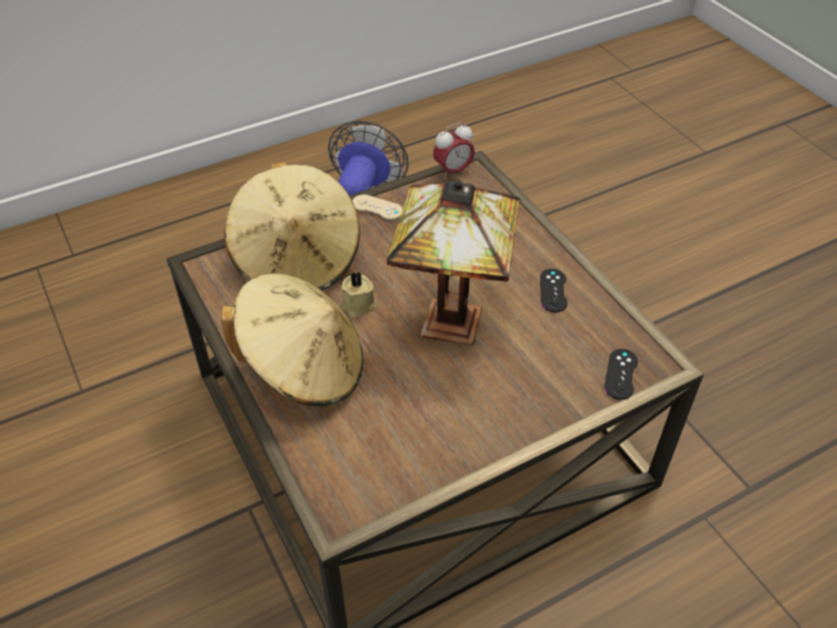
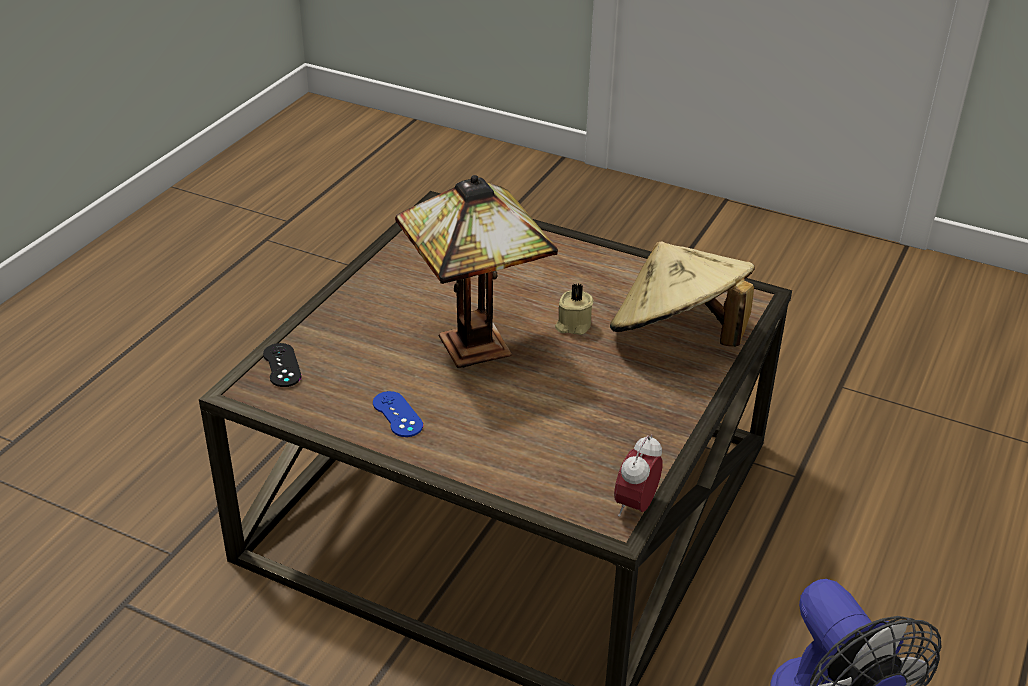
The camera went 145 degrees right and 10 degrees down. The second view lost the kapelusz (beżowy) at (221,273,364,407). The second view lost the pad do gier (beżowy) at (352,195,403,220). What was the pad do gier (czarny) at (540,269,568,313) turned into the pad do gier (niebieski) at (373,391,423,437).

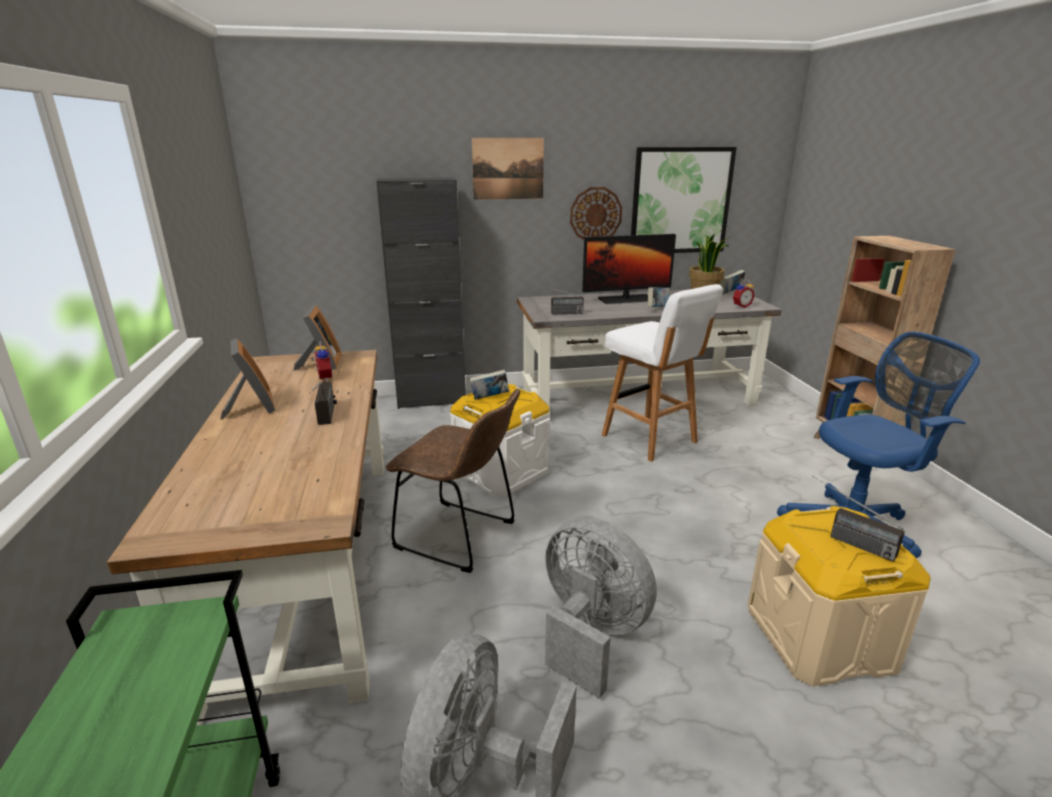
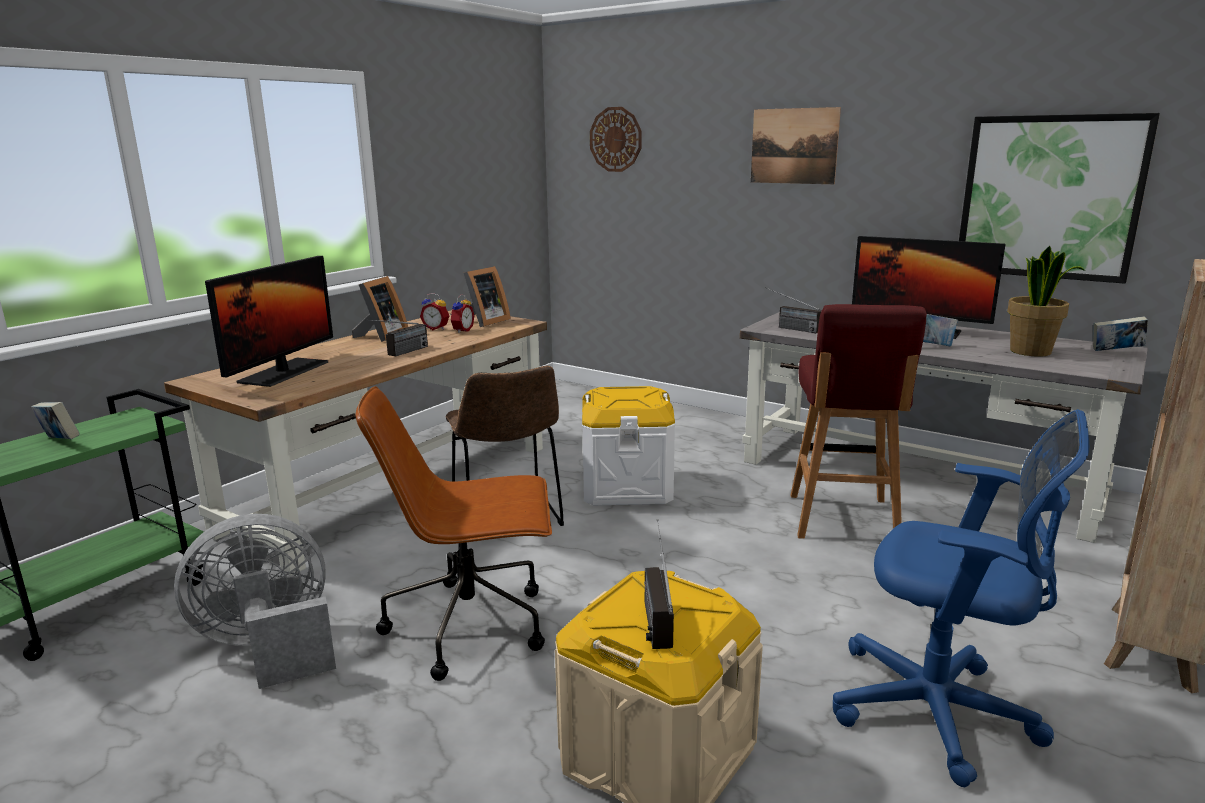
The camera went 45 degrees right and 5 degrees down. The second view lost the szafka (czarny) at (376,178,466,409). The second view gained the monitor at (205,256,333,387). The książka ended up elsewhere, having gone from (469,370,509,400) to (31,402,80,439). The zegar ścienny ended up elsewhere, having gone from (570,187,622,240) to (590,107,641,172). The budzik ended up elsewhere, having gone from (733,279,754,308) to (420,293,449,330). Where the wentylator (szary) stood at (545,518,657,699), the krzesło biurowe (brązowy) came to stand at (356,386,552,681). What was the stołek (biały) at (602,284,723,462) turned into the stołek (czerwony) at (791,304,927,539).

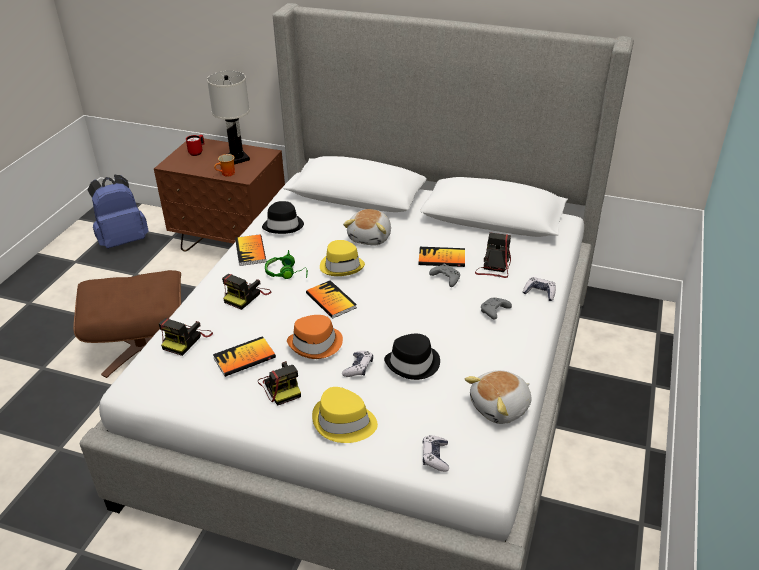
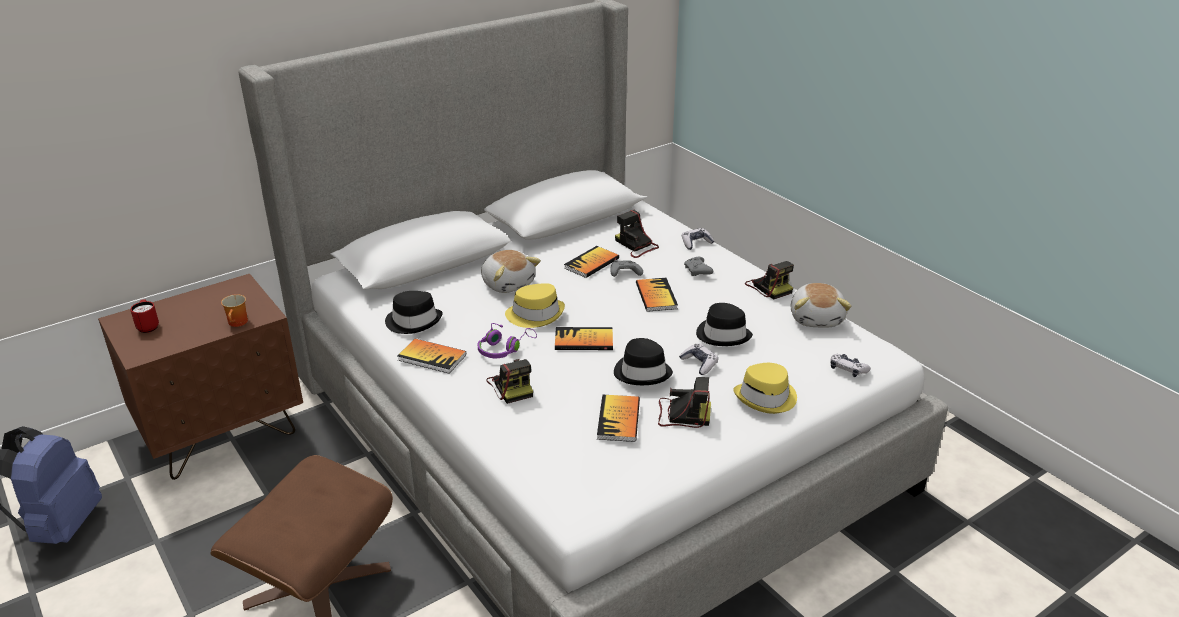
The camera went 55 degrees left and 5 degrees down. The second view lost the lampa stołowa (biały) at (207,71,250,164). The second view gained the książka at (636,278,678,312). The aparat fotograficzny ended up elsewhere, having gone from (159,318,213,356) to (745,261,794,299). What was the słuchawki (zielony) at (265,250,308,279) turned into the słuchawki (fioletowy) at (478,323,537,358). What was the kapelusz (pomarańczowy) at (287,315,343,359) turned into the kapelusz (czarny) at (614,338,673,385).

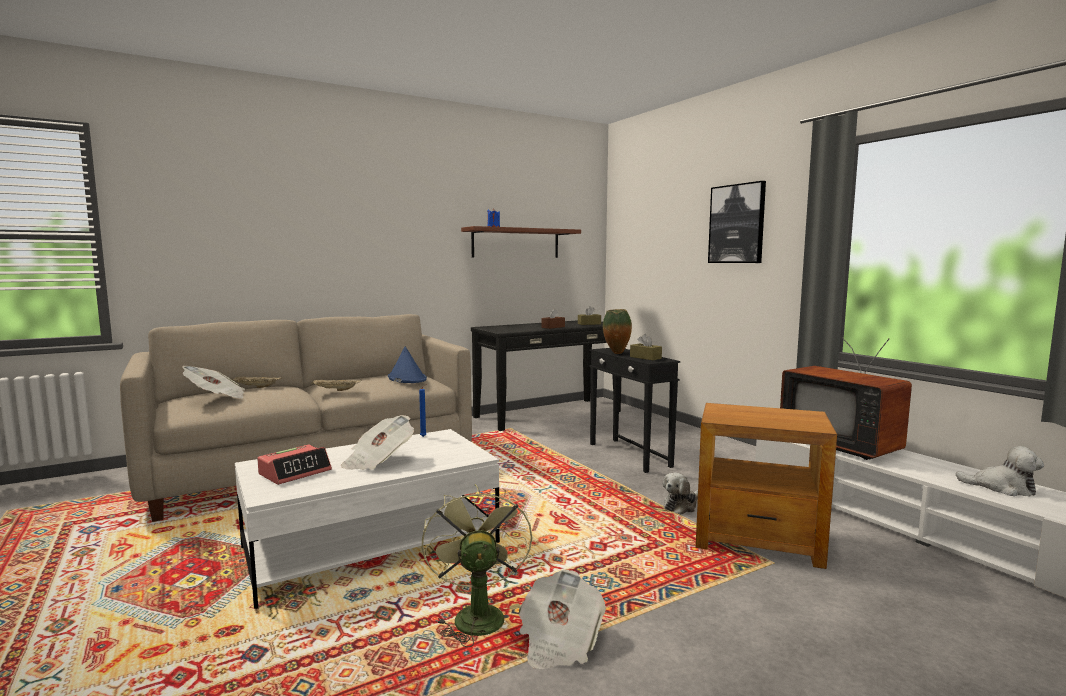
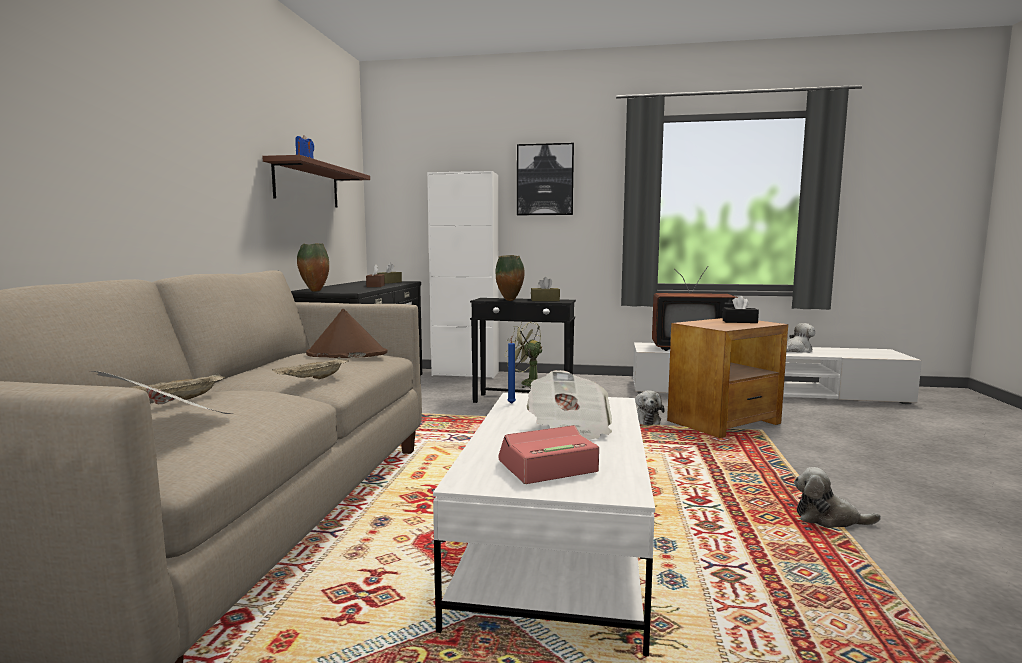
The camera went 50 degrees left and 0 degrees up. The second view gained the wazon at (297,243,329,292). The second view gained the szafka (biały) at (427,171,499,378). The second view gained the pudełko chusteczek (czarny) at (723,296,759,323). The wentylator (zielony) ended up elsewhere, having gone from (422,484,532,647) to (504,322,542,388). Where the gazeta stood at (519,570,606,669), the pluszak came to stand at (794,467,881,528). What was the kapelusz (niebieski) at (388,347,427,383) turned into the kapelusz (brązowy) at (306,309,387,358). The budzik at (257,445,332,485) ended up facing another way, 105 degrees counterclockwise from before.

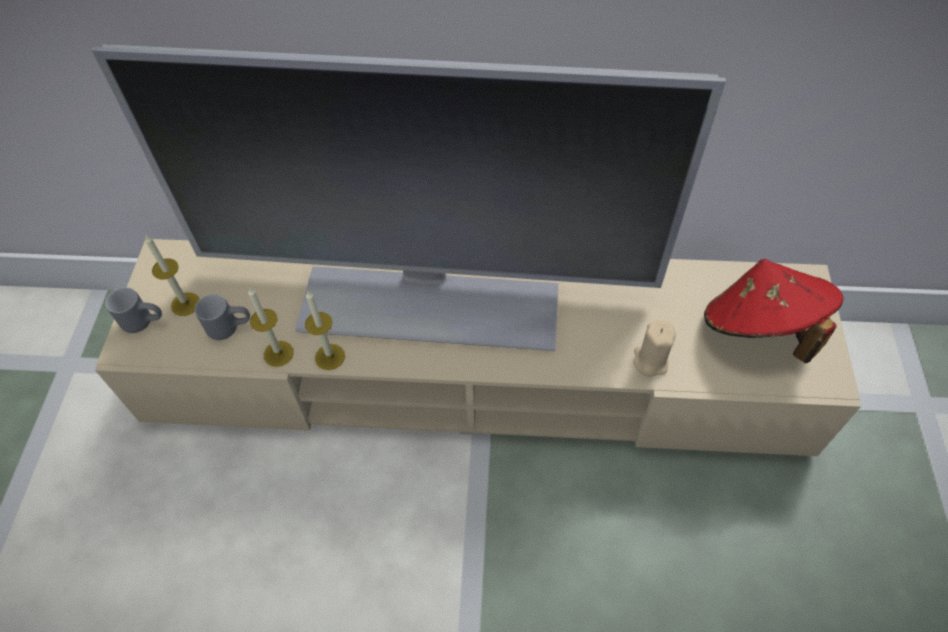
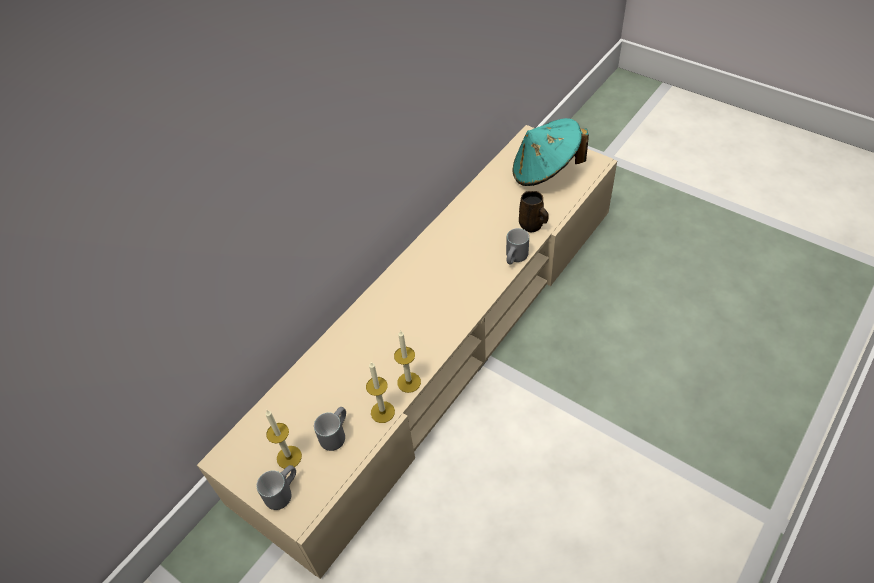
The camera went 55 degrees left and 5 degrees down. The second view lost the telewizor at (92,44,726,351). The second view gained the kubek (szary) at (506,228,529,265). Where the świeca (beżowy) stood at (634,320,675,377), the kubek (brązowy) came to stand at (519,191,549,232). What was the kapelusz (czerwony) at (704,259,843,363) turned into the kapelusz (turkusowy) at (512,118,589,186).

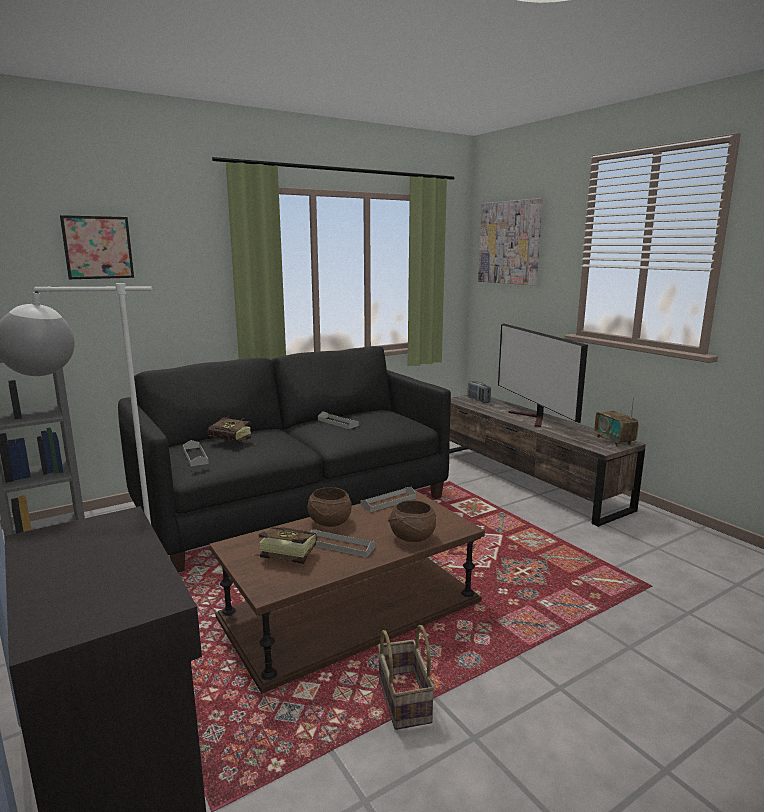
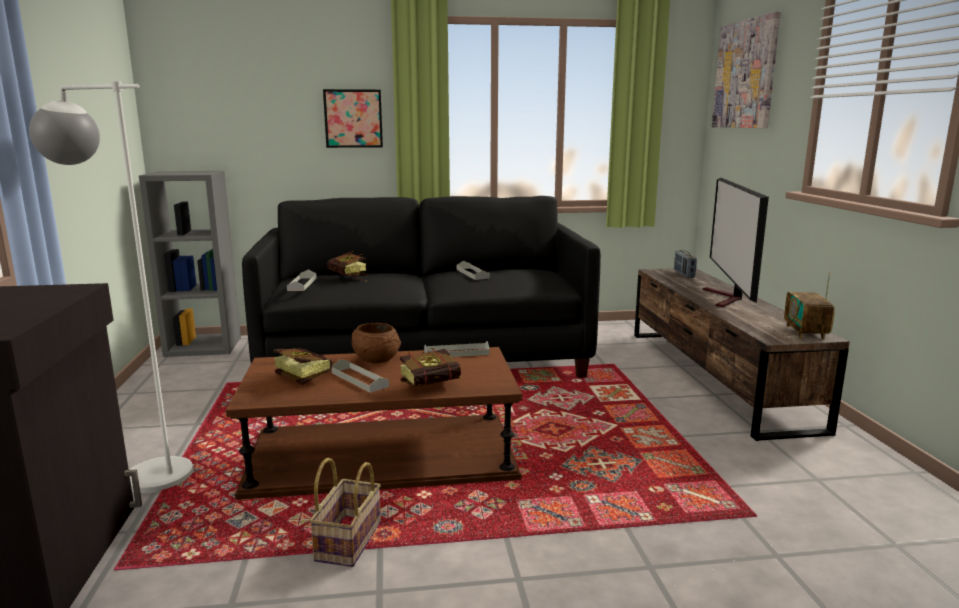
The camera went 25 degrees right and 0 degrees up. The obraz ended up elsewhere, having gone from (60,215,134,279) to (323,89,383,148). Where the miska (brązowy) stood at (388,500,436,542), the książka came to stand at (400,348,461,387).

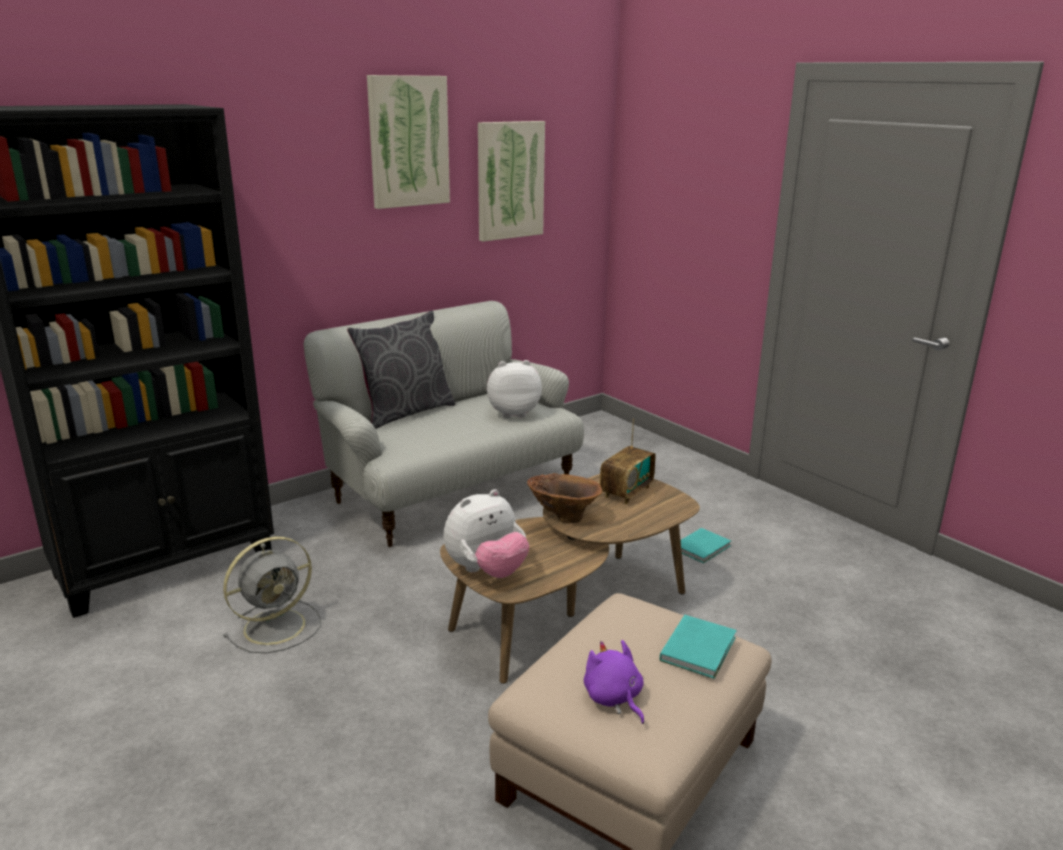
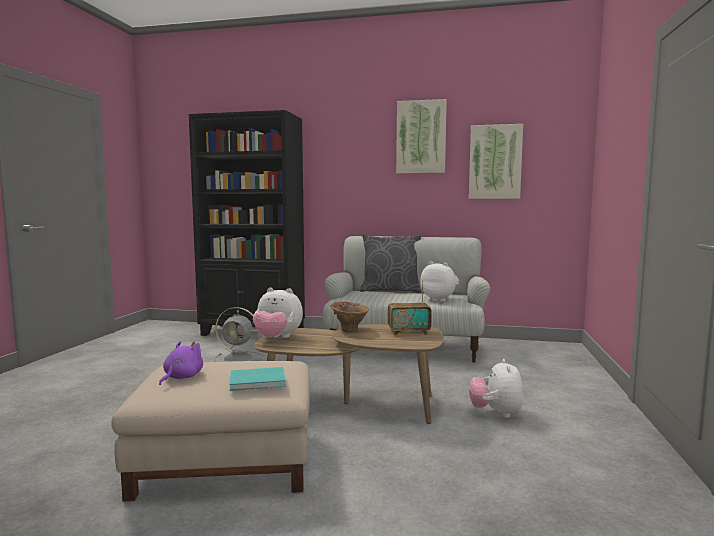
The camera went 50 degrees right and 15 degrees down. Where the książka (turkusowy) stood at (681,528,731,563), the pluszak came to stand at (469,359,524,418).

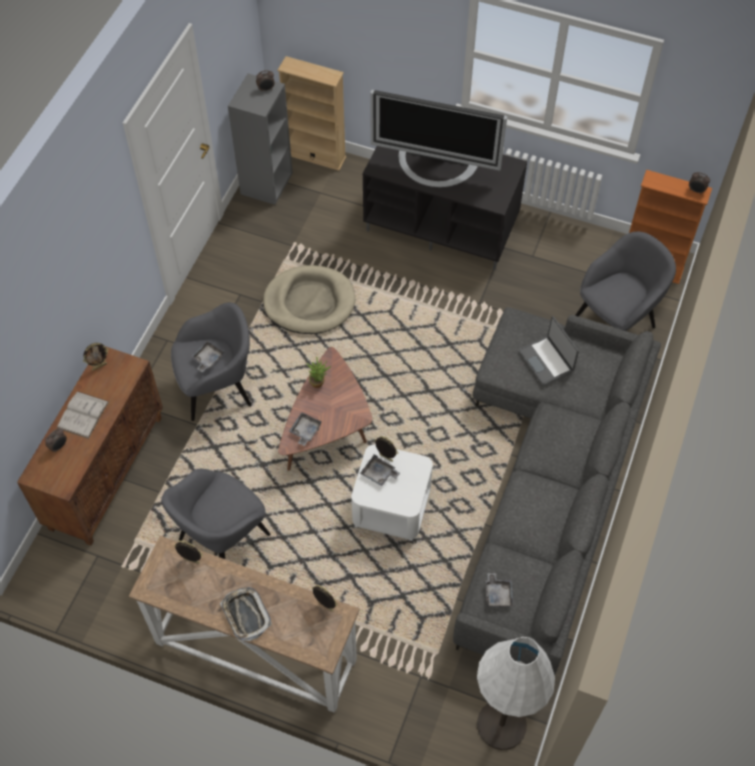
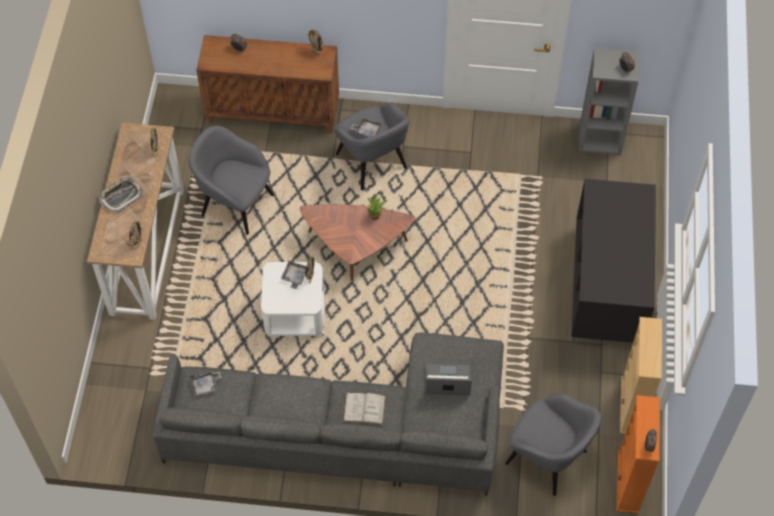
The camera went 75 degrees right and 0 degrees up. The second view lost the legowisko (beżowy) at (263,265,355,334). The second view lost the taca (szary) at (289,412,322,446). The second view lost the telewizor at (370,90,507,187). The second view lost the lampa stojąca (biały) at (477,637,555,750). The książka (biały) ended up elsewhere, having gone from (57,391,109,439) to (343,393,386,425). The regał (beżowy) ended up elsewhere, having gone from (277,56,346,171) to (620,317,662,434). The laptop at (518,316,579,386) ended up facing another way, 45 degrees clockwise from before.

